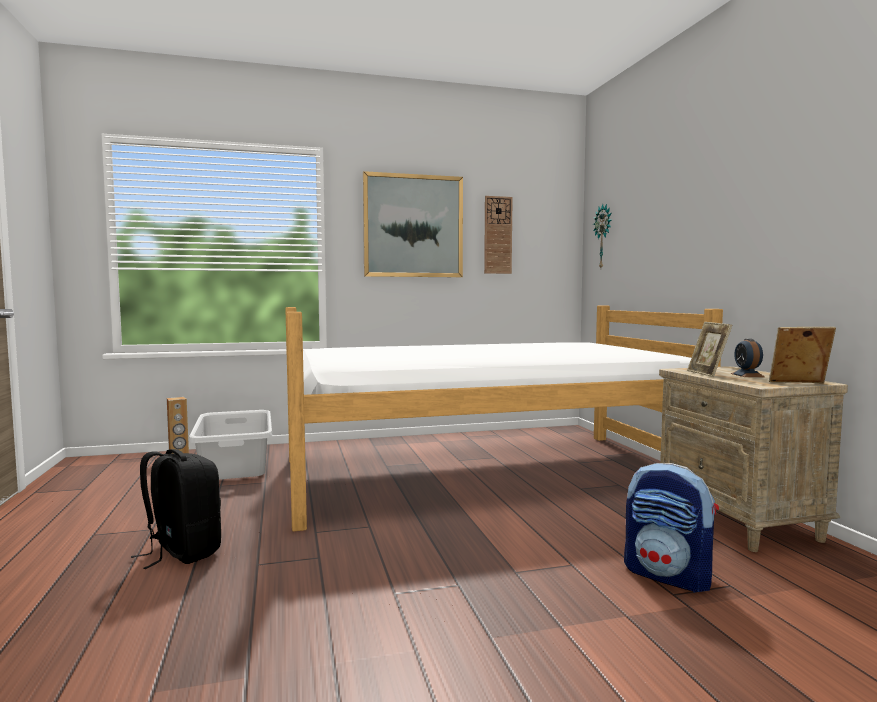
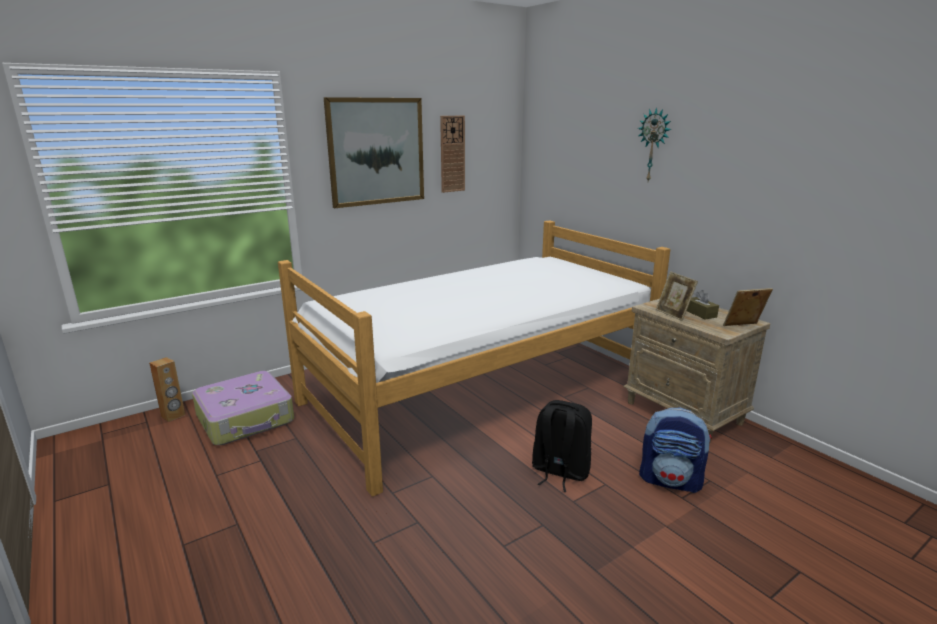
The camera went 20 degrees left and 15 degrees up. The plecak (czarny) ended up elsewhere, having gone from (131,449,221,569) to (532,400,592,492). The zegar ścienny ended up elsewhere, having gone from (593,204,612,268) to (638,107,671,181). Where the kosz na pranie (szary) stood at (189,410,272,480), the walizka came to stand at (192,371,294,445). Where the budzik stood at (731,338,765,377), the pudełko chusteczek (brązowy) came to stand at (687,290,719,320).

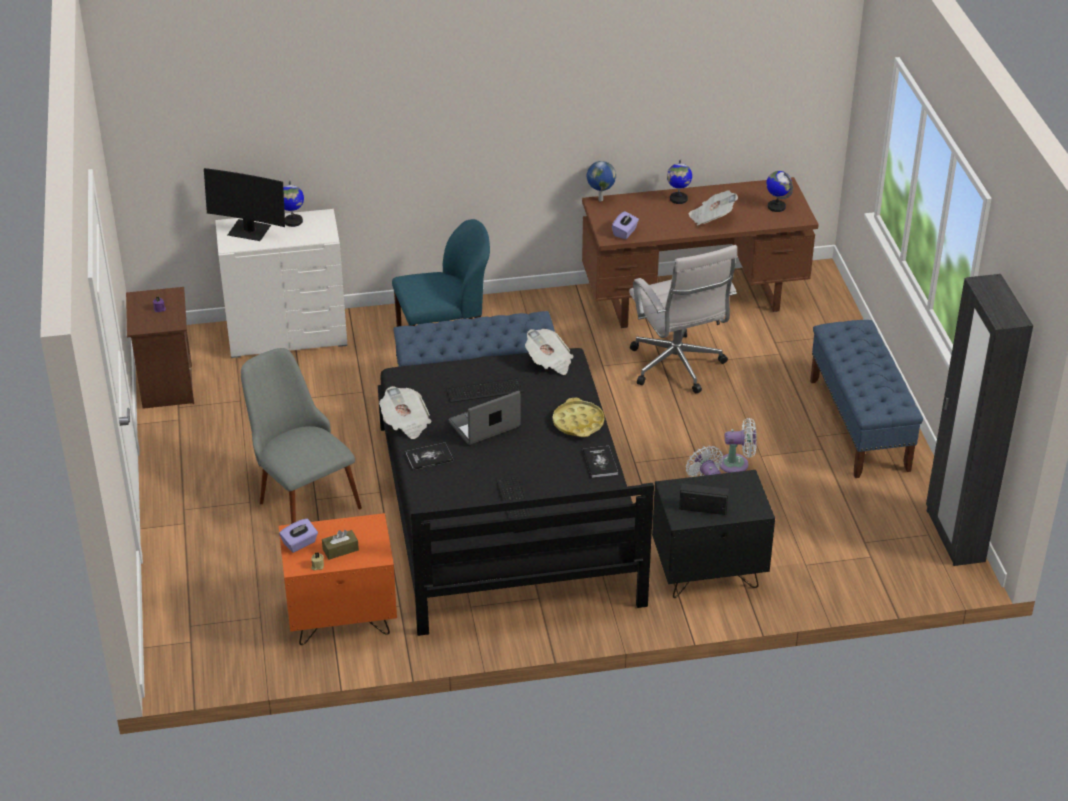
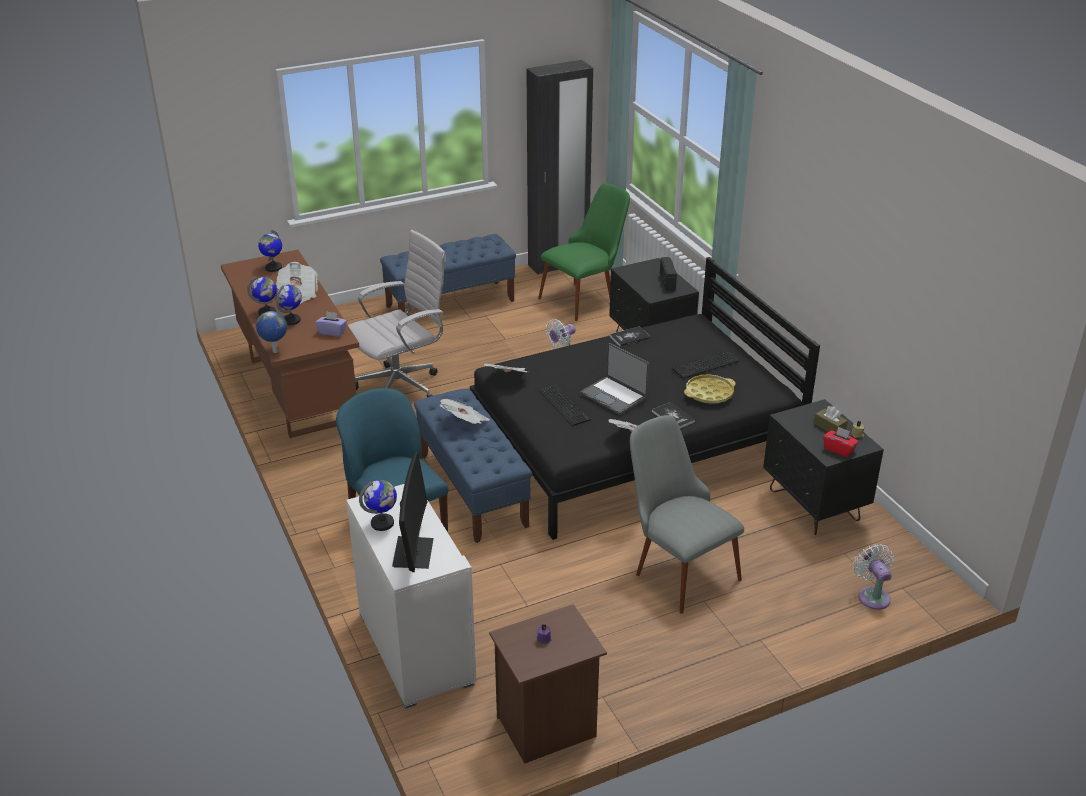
The camera went 105 degrees left and 5 degrees down. The second view gained the globus at (276,285,302,325). The second view gained the gazeta at (440,399,490,424). The second view gained the krzesło (zielony) at (538,183,630,321). The taca (żółty) ended up elsewhere, having gone from (553,398,605,437) to (684,374,736,404). The wentylator (biały) ended up elsewhere, having gone from (720,418,757,473) to (853,544,893,610). What was the szafka nocna (pomarańczowy) at (279,513,397,645) turned into the szafka nocna (czarny) at (763,399,884,535). What was the pudełko chusteczek (fioletowy) at (279,519,318,553) turned into the pudełko chusteczek (czerwony) at (823,426,859,457). The krzesło (szary) at (241,348,362,524) ended up facing another way, 105 degrees clockwise from before.

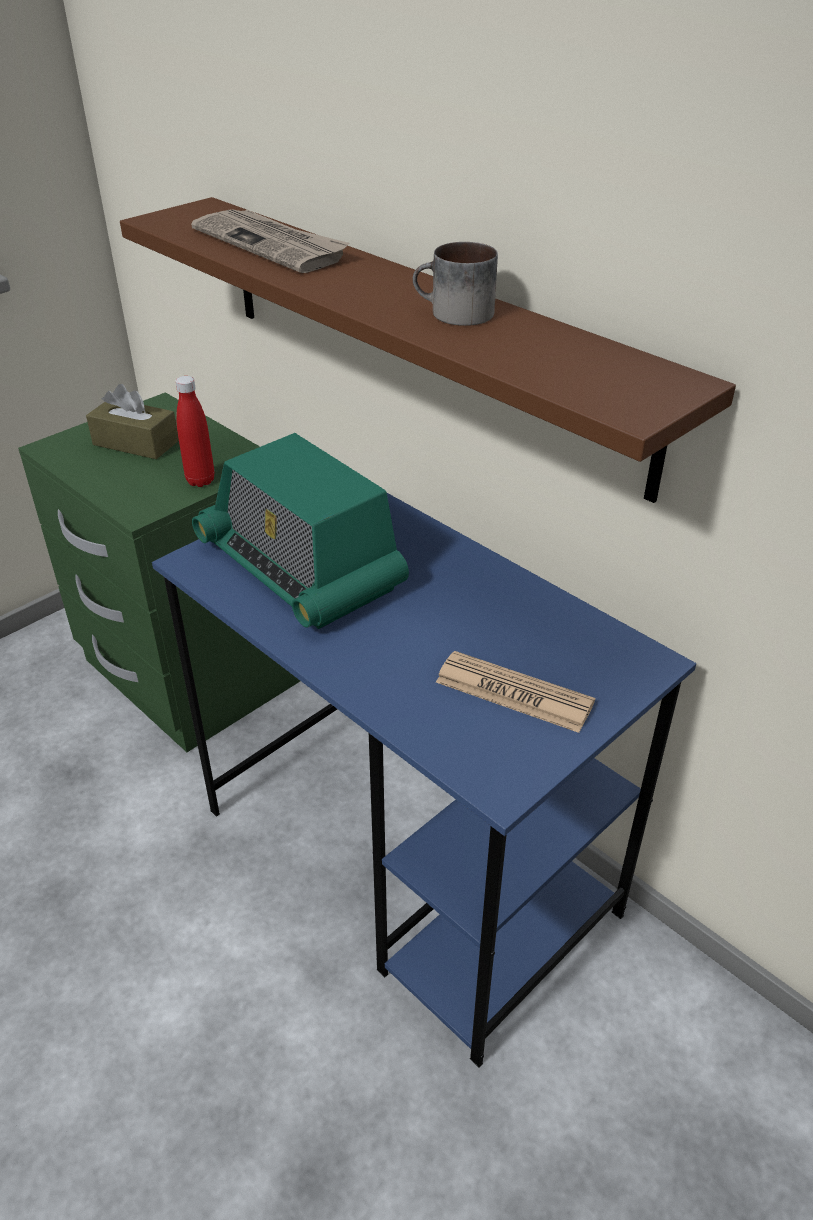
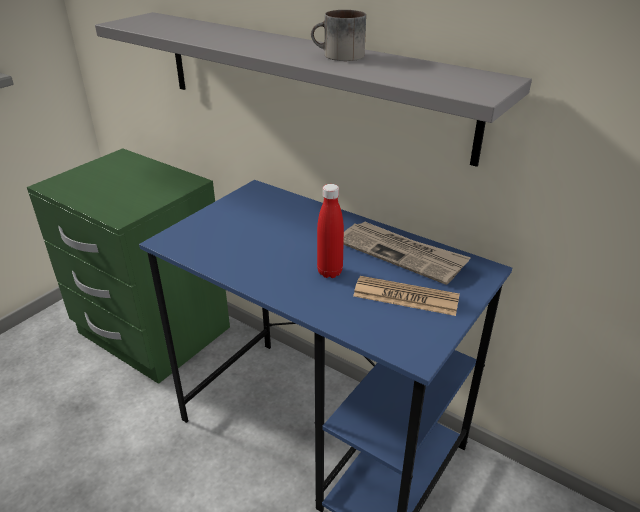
The camera went 10 degrees left and 5 degrees down. The second view lost the pudełko chusteczek (brązowy) at (86,384,179,459). The second view lost the radio at (192,433,409,629). The butelka (czerwony) ended up elsewhere, having gone from (176,376,214,487) to (317,184,344,278). The gazeta ended up elsewhere, having gone from (191,209,350,273) to (343,221,471,285). What was the półka (brązowy) at (120,197,736,503) turned into the półka (szary) at (95,12,532,167).

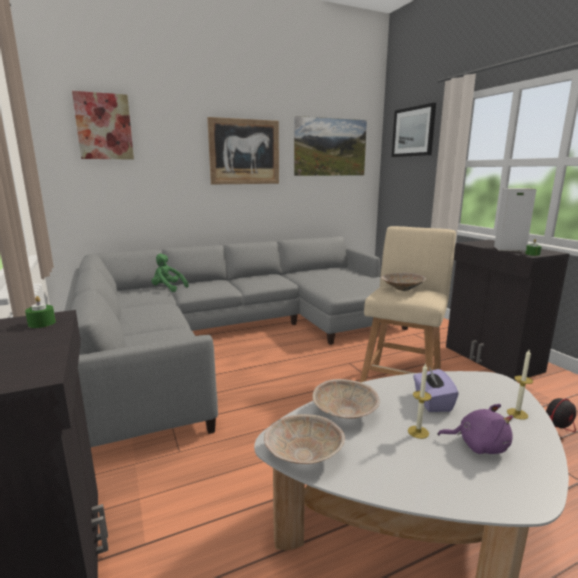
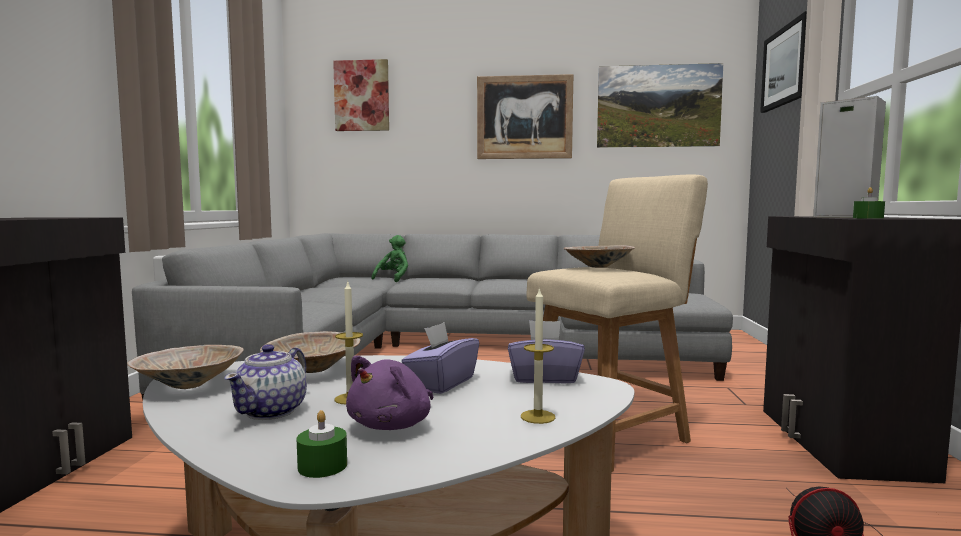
The camera went 30 degrees right and 10 degrees down. The second view gained the imbryk at (224,344,307,420). The second view gained the pudełko chusteczek (fioletowy) at (508,320,585,384). The świeca (zielony) ended up elsewhere, having gone from (25,296,56,328) to (297,410,347,478). The pluszak (zielony) at (151,254,189,292) ended up facing another way, 60 degrees clockwise from before. The pluszak (fioletowy) at (438,404,514,454) ended up facing another way, 75 degrees clockwise from before.

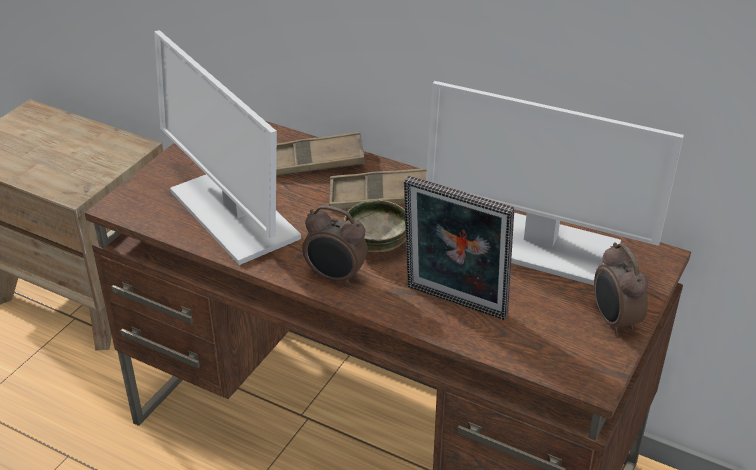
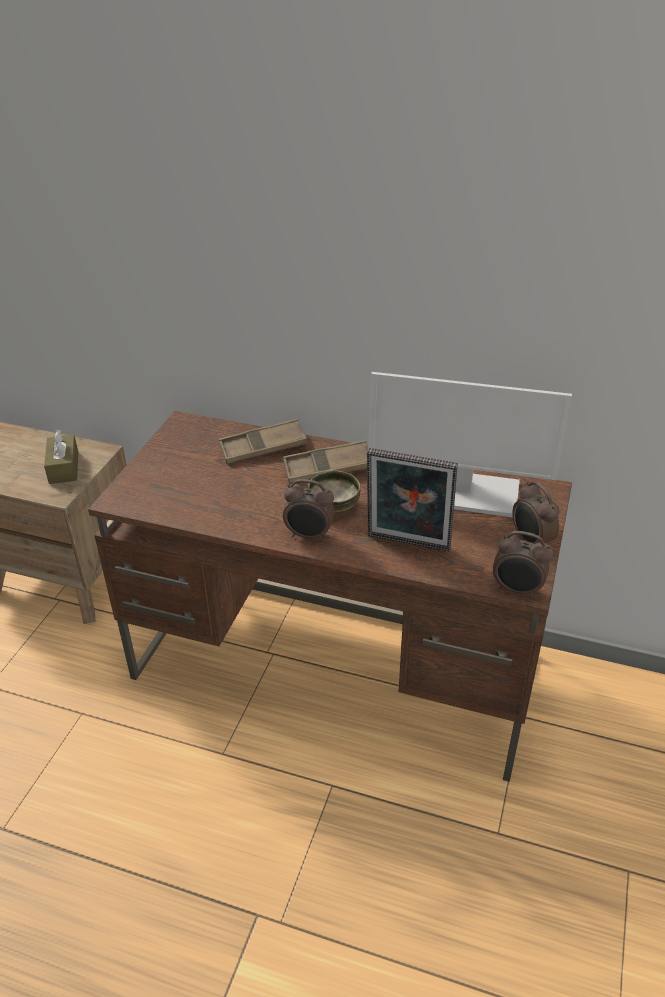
The camera went 10 degrees left and 0 degrees up. The second view lost the monitor at (154,30,301,265). The second view gained the pudełko chusteczek (brązowy) at (44,430,78,484). The second view gained the budzik at (493,531,553,598).

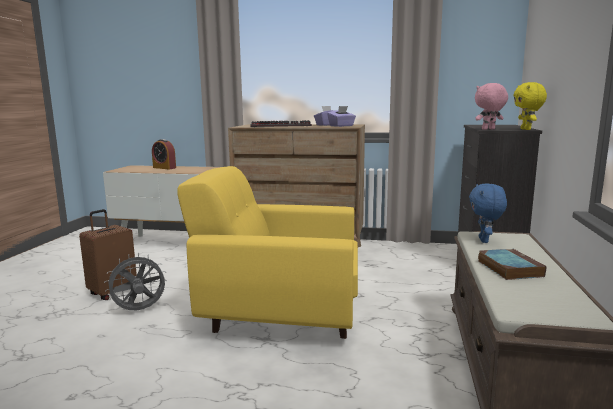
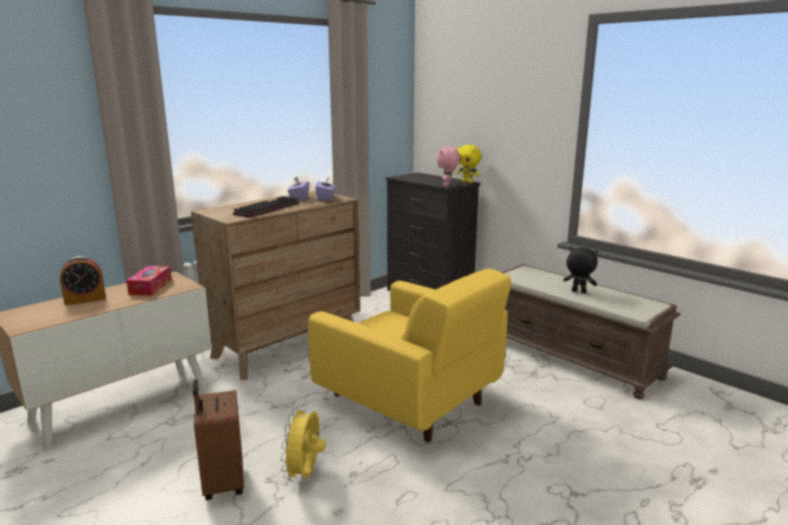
The camera went 55 degrees left and 5 degrees up. The second view lost the pluszak (niebieski) at (469,183,507,243). The second view gained the pudełko chusteczek at (126,266,172,296). Where the książka stood at (478,249,546,280), the pluszak (czarny) came to stand at (563,247,598,293). What was the wentylator (szary) at (104,253,167,310) turned into the wentylator (żółty) at (280,405,326,482). The fotel (żółty) at (177,166,358,339) ended up facing another way, 90 degrees counterclockwise from before.

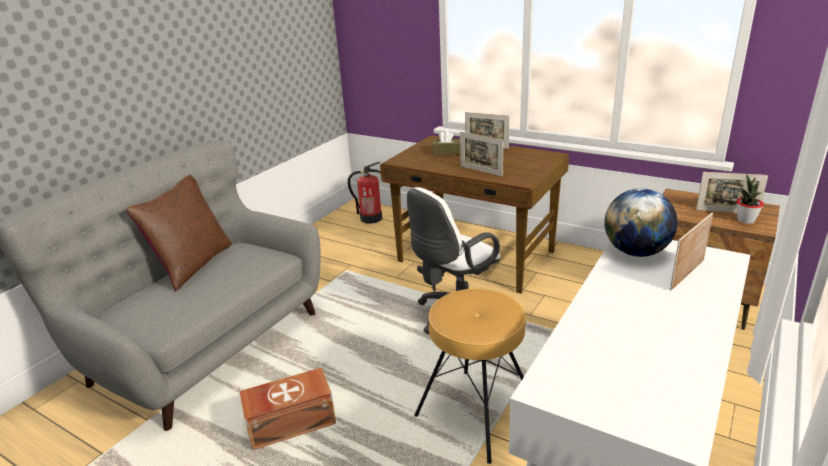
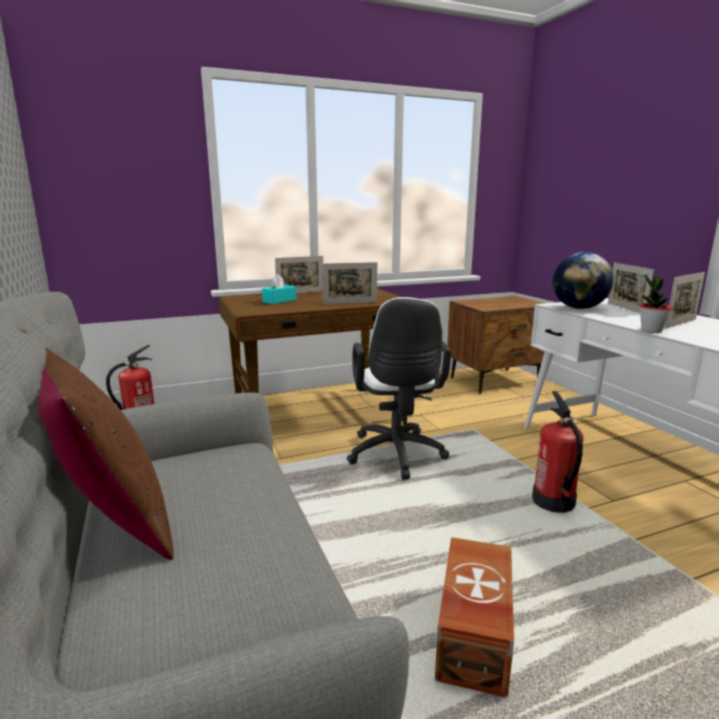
The camera went 55 degrees left and 10 degrees down. The ramka na zdjęcie ended up elsewhere, having gone from (696,172,768,213) to (665,272,705,328). The roślina doniczkowa ended up elsewhere, having gone from (737,174,764,224) to (639,274,673,333). Where the stołek (brązowy) stood at (414,289,525,464), the gaśnica came to stand at (532,391,584,513). What was the pudełko chusteczek (brązowy) at (432,130,460,156) turned into the pudełko chusteczek (turkusowy) at (262,274,296,304).

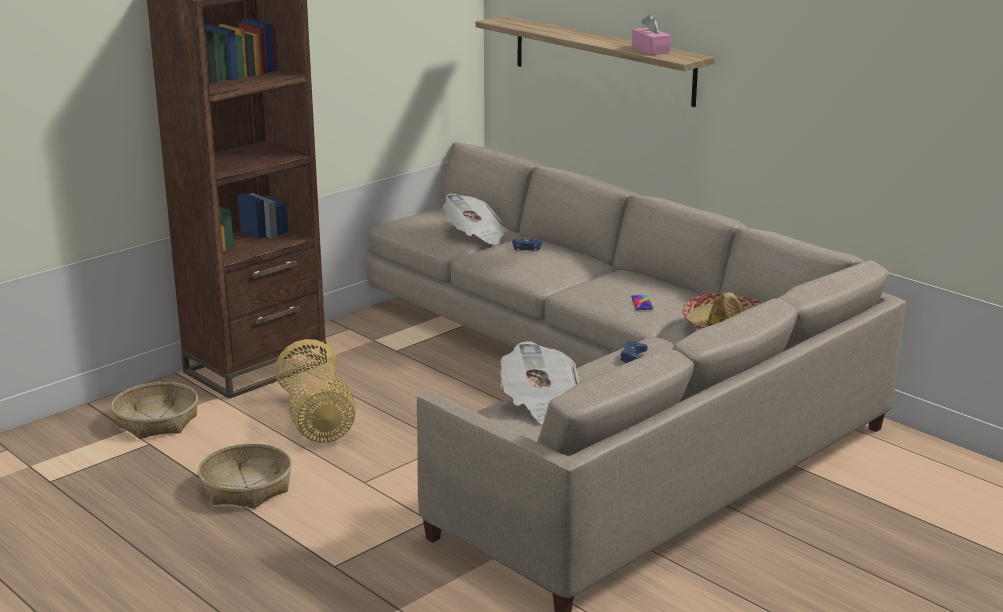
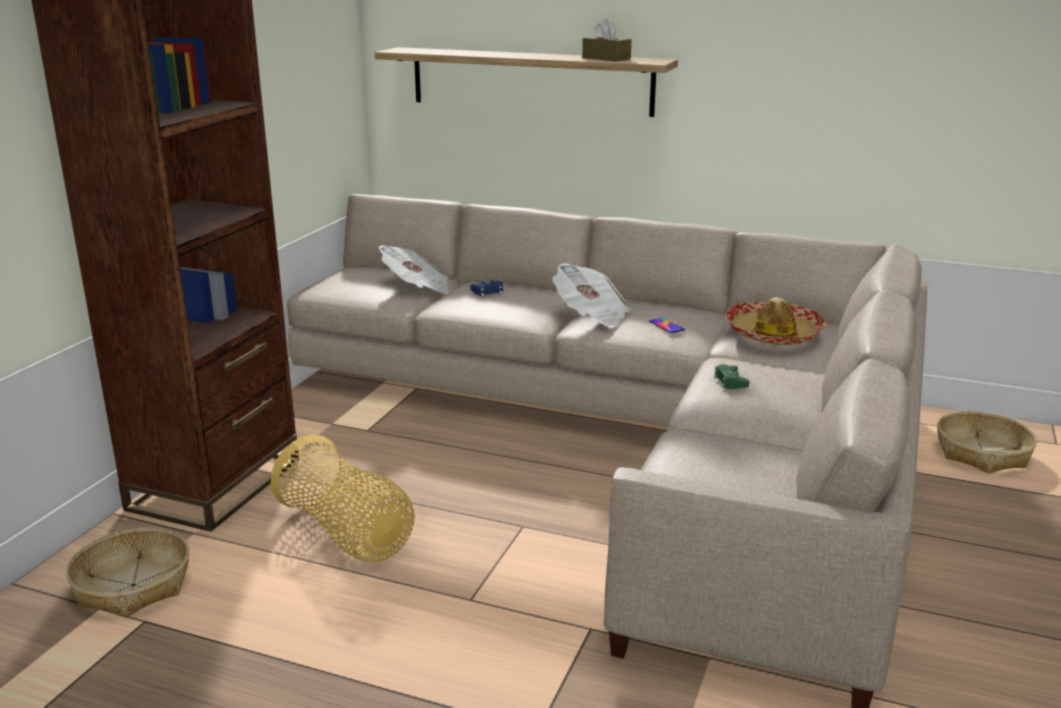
The camera went 25 degrees left and 0 degrees up. The koszyk ended up elsewhere, having gone from (198,443,292,509) to (937,411,1037,474). The gazeta ended up elsewhere, having gone from (500,341,579,424) to (552,263,630,328). What was the pad do gier (niebieski) at (620,341,648,363) turned into the pad do gier (zielony) at (714,364,750,389). What was the pudełko chusteczek (różowy) at (632,15,671,55) turned into the pudełko chusteczek (brązowy) at (582,19,632,61).

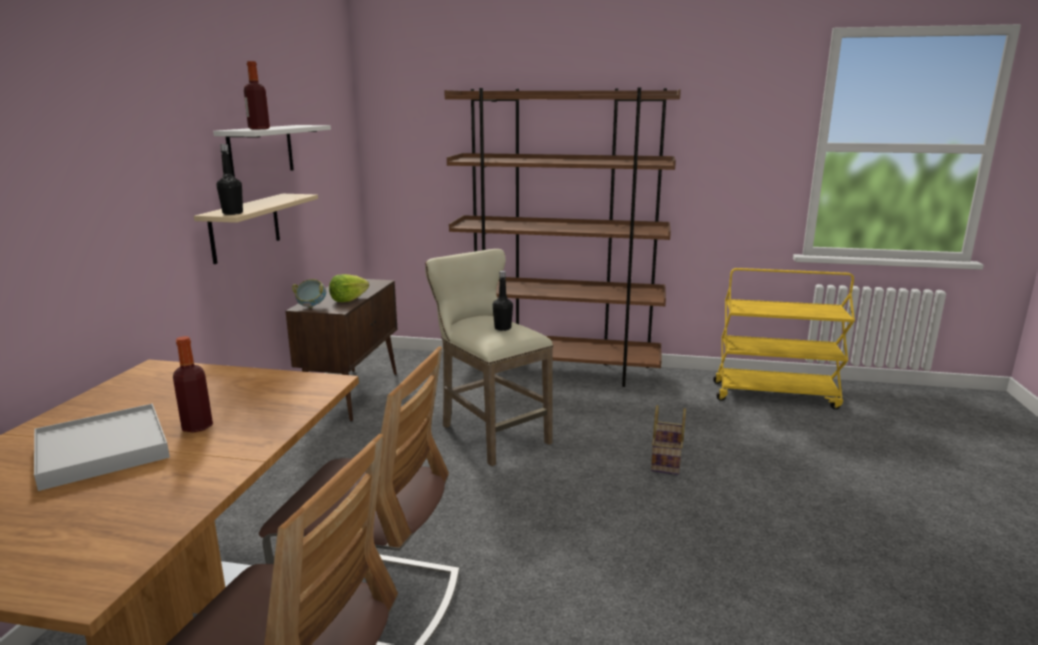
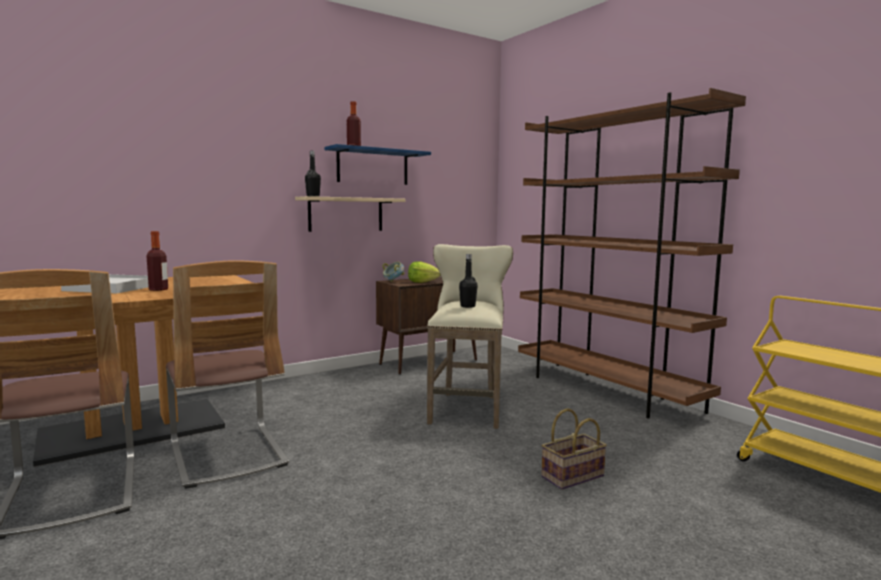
The camera went 45 degrees right and 10 degrees down. What was the półka (biały) at (213,125,331,177) turned into the półka (niebieski) at (325,144,431,185).

